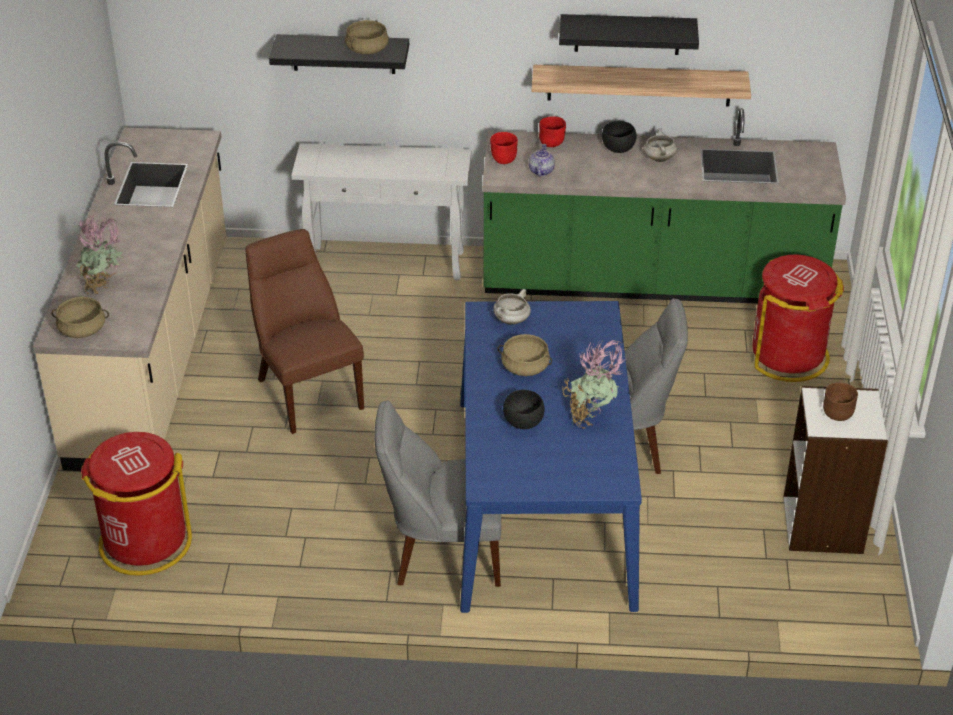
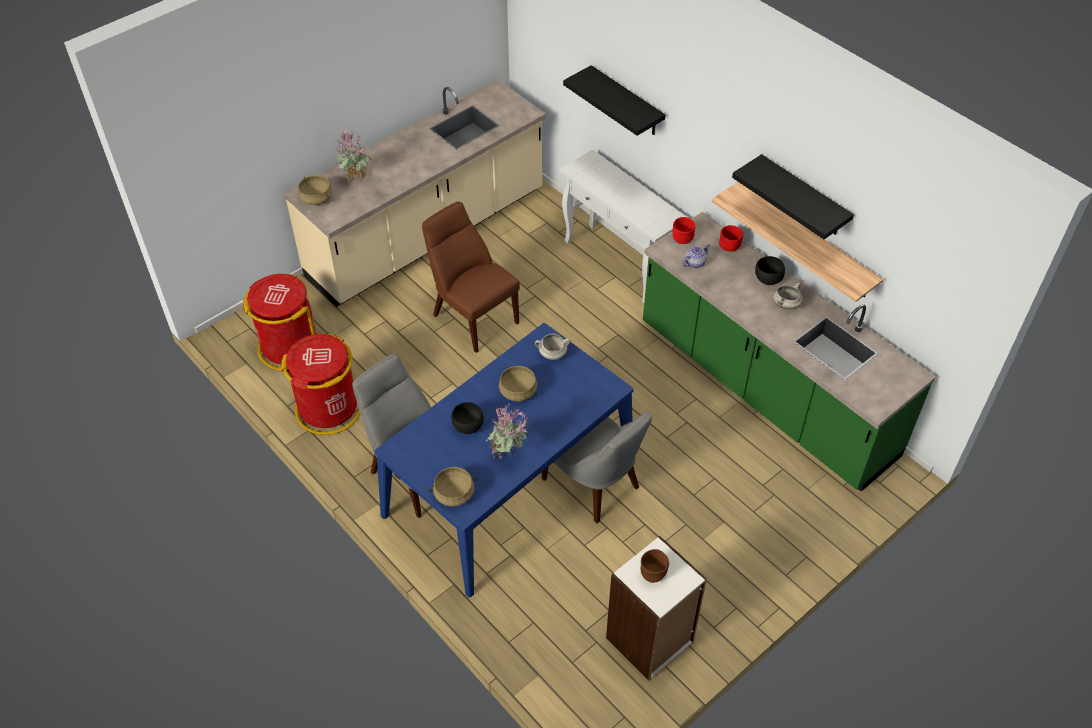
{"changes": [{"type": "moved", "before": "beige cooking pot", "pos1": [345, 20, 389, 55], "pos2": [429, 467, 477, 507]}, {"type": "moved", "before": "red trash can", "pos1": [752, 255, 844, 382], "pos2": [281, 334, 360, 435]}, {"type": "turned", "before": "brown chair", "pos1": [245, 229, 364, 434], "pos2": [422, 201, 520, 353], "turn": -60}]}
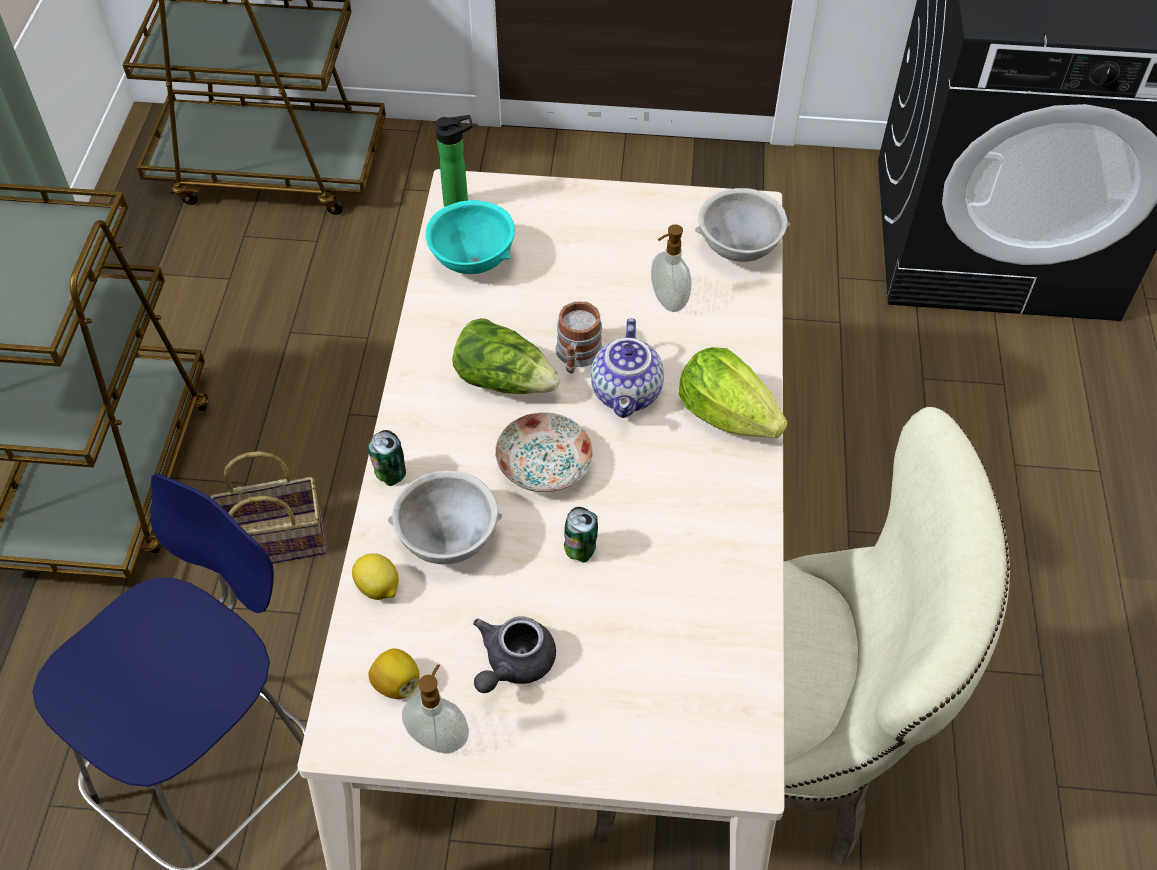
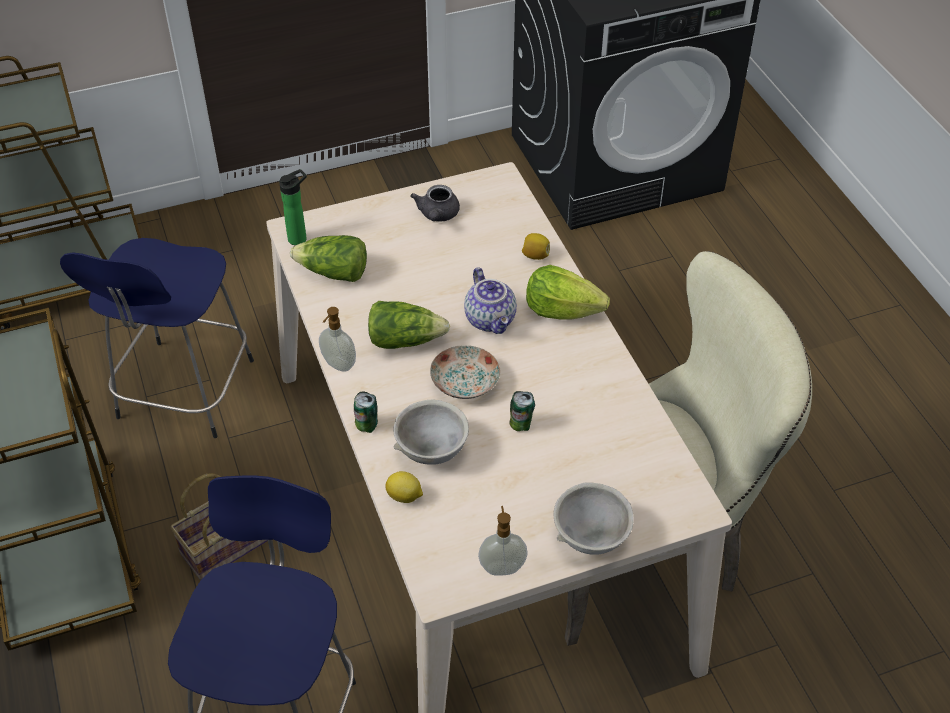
{"changes": [{"type": "removed", "before": "mug", "pos1": [556, 301, 603, 374]}, {"type": "added", "after": "blue stool", "pos2": [60, 238, 254, 438]}, {"type": "moved", "before": "lemon", "pos1": [368, 648, 420, 699], "pos2": [522, 233, 550, 260]}, {"type": "moved", "before": "grey teapot", "pos1": [473, 617, 556, 693], "pos2": [410, 185, 460, 221]}, {"type": "moved", "before": "soap dispenser", "pos1": [651, 224, 692, 312], "pos2": [319, 307, 356, 372]}, {"type": "moved", "before": "grey bowl", "pos1": [695, 188, 790, 262], "pos2": [553, 482, 634, 555]}, {"type": "replaced", "before": "turquoise bowl", "after": "lettuce", "pos1": [426, 200, 515, 274], "pos2": [290, 235, 367, 282]}]}
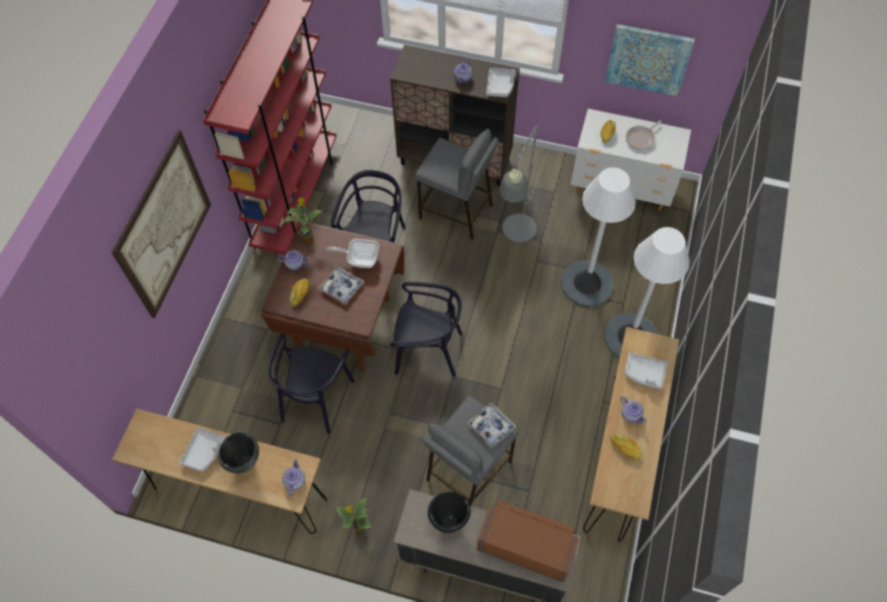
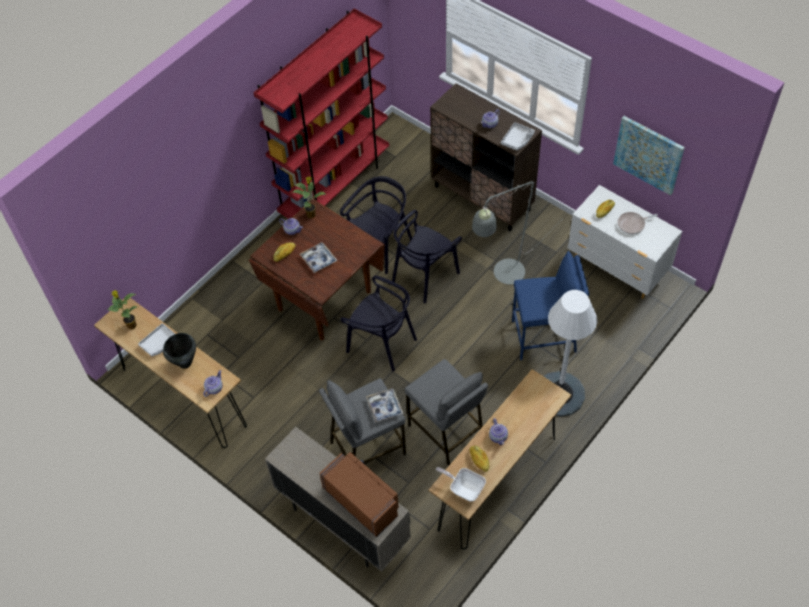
{"changes": [{"type": "removed", "before": "picture", "pos1": [111, 130, 211, 318]}, {"type": "removed", "before": "black cooking pot", "pos1": [428, 491, 471, 533]}, {"type": "removed", "before": "grey tray", "pos1": [624, 352, 667, 389]}, {"type": "moved", "before": "black chair", "pos1": [267, 334, 355, 434], "pos2": [392, 210, 462, 304]}, {"type": "moved", "before": "frying pan", "pos1": [326, 239, 379, 268], "pos2": [436, 467, 486, 502]}, {"type": "moved", "before": "potted plant", "pos1": [336, 499, 372, 532], "pos2": [107, 290, 137, 329]}, {"type": "moved", "before": "grey stool", "pos1": [415, 128, 499, 240], "pos2": [405, 359, 488, 466]}, {"type": "replaced", "before": "white floor lamp", "after": "blue stool", "pos1": [561, 167, 636, 307], "pos2": [512, 251, 589, 360]}]}
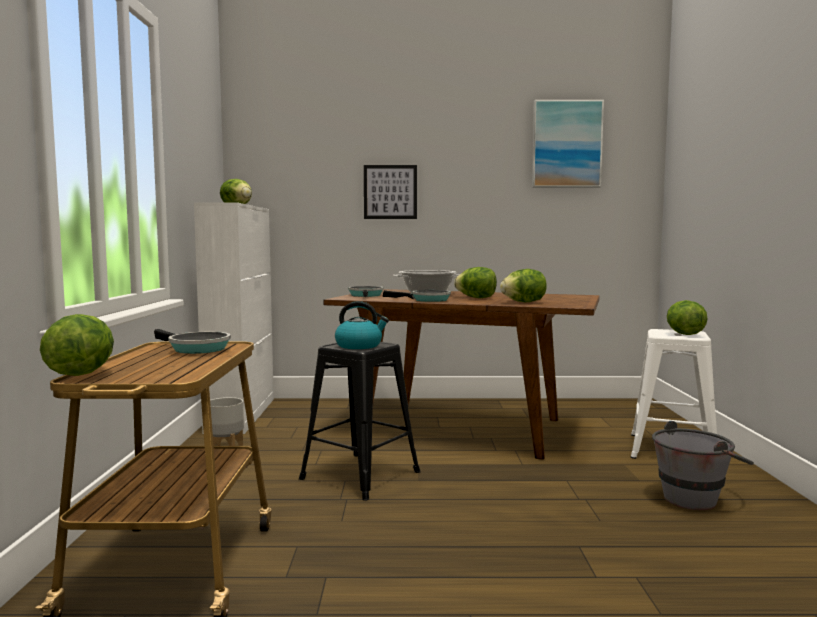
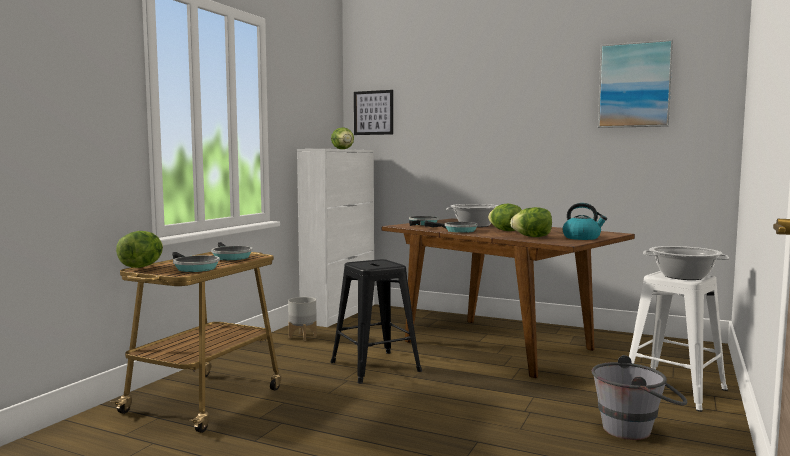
{"changes": [{"type": "added", "after": "frying pan", "pos2": [172, 252, 220, 272]}, {"type": "moved", "before": "kettle", "pos1": [335, 301, 389, 349], "pos2": [562, 203, 607, 240]}, {"type": "moved", "before": "picture", "pos1": [364, 165, 417, 219], "pos2": [354, 90, 393, 135]}, {"type": "replaced", "before": "lettuce", "after": "cooking pot", "pos1": [667, 300, 708, 335], "pos2": [643, 246, 729, 280]}]}
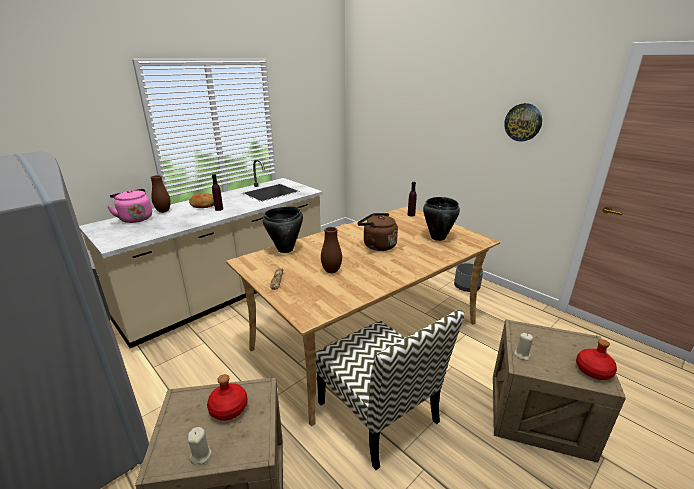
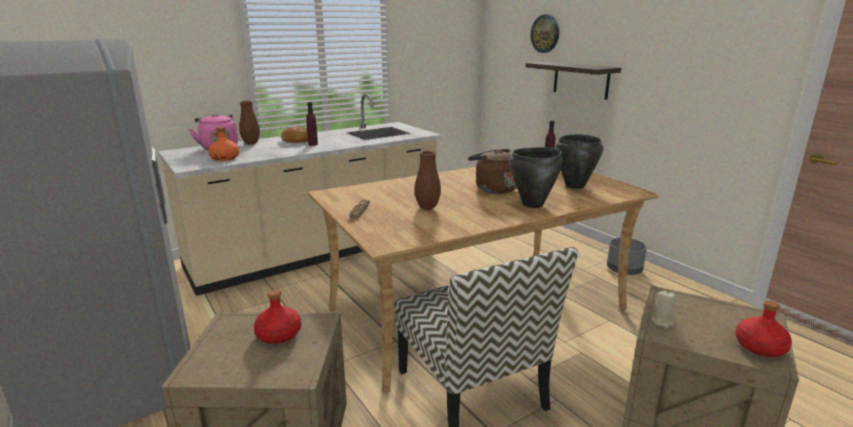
{"changes": [{"type": "removed", "before": "beige candle", "pos1": [188, 427, 212, 464]}, {"type": "added", "after": "orange bottle", "pos2": [208, 127, 239, 161]}, {"type": "added", "after": "shelf", "pos2": [526, 62, 622, 100]}, {"type": "moved", "before": "black cooking pot", "pos1": [263, 207, 303, 253], "pos2": [509, 147, 564, 208]}, {"type": "moved", "before": "wall clock", "pos1": [504, 103, 542, 142], "pos2": [531, 15, 559, 53]}]}
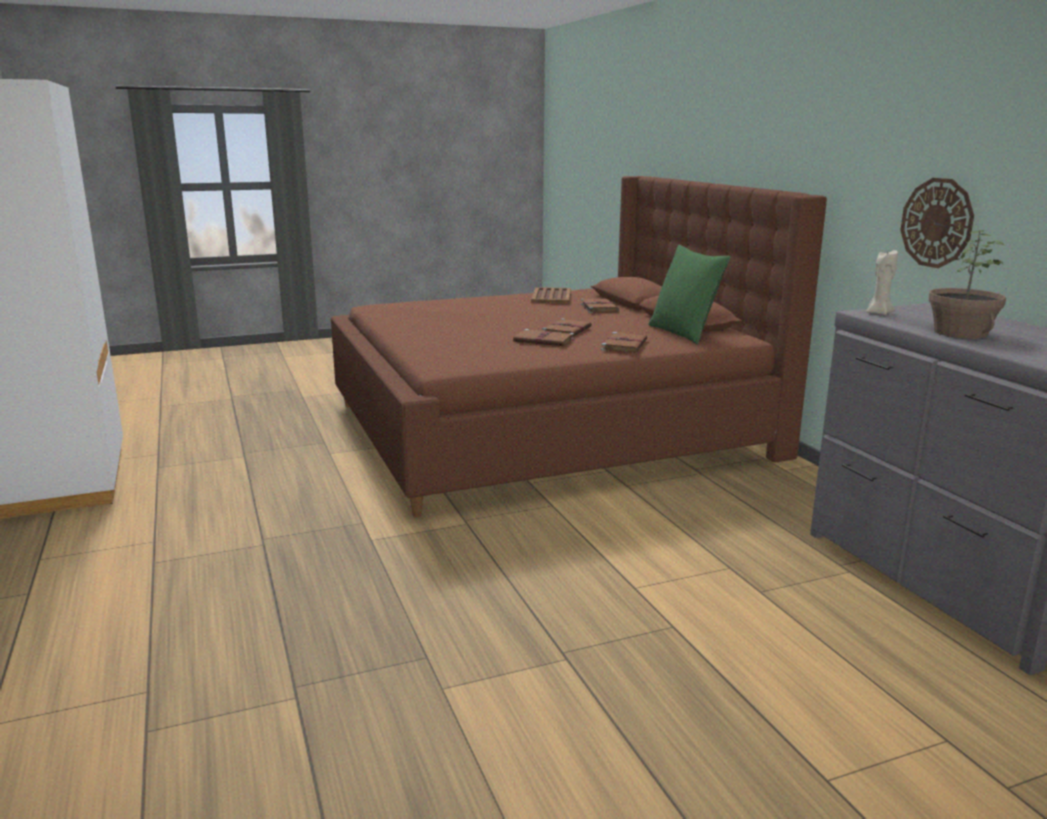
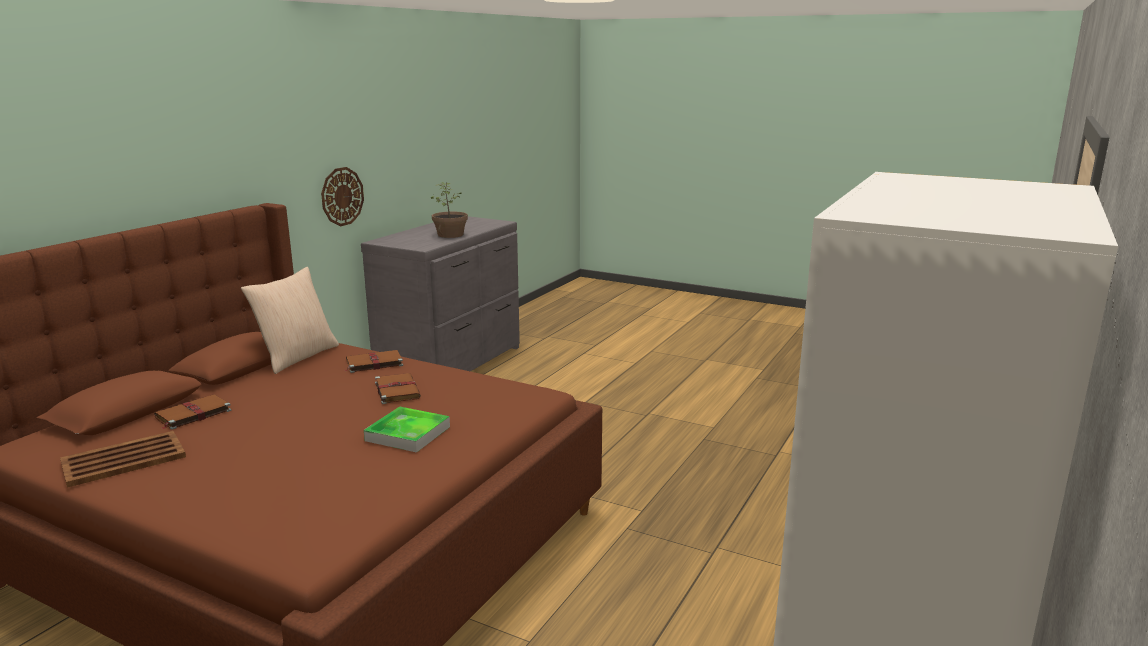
{"changes": [{"type": "removed", "before": "brown book", "pos1": [542, 318, 592, 337]}, {"type": "removed", "before": "beige candle", "pos1": [866, 250, 898, 315]}, {"type": "added", "after": "tray", "pos2": [364, 407, 450, 453]}, {"type": "recoloured", "before": "green pillow", "after": "beige pillow", "pos1": [649, 245, 731, 344], "pos2": [241, 267, 339, 374]}]}
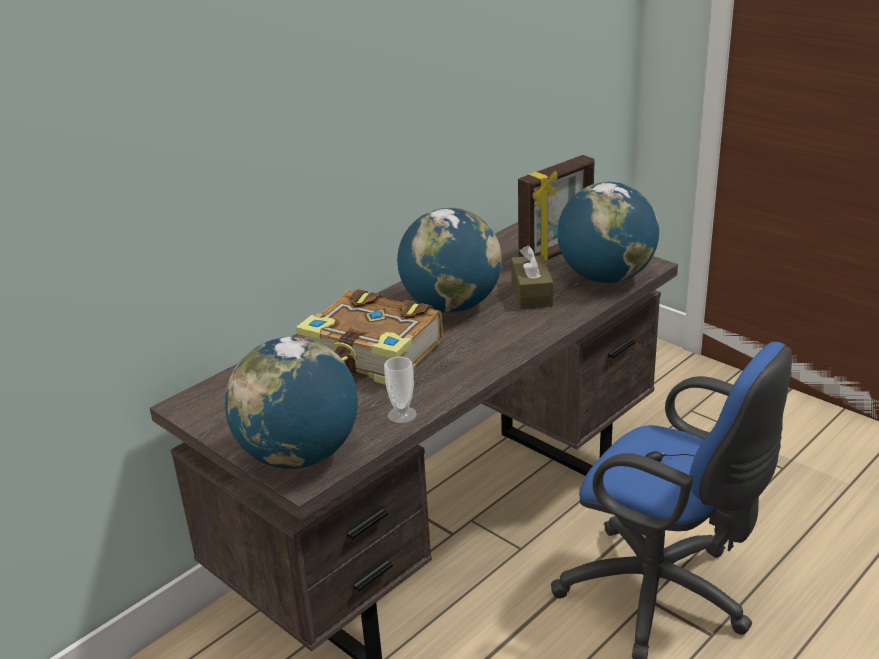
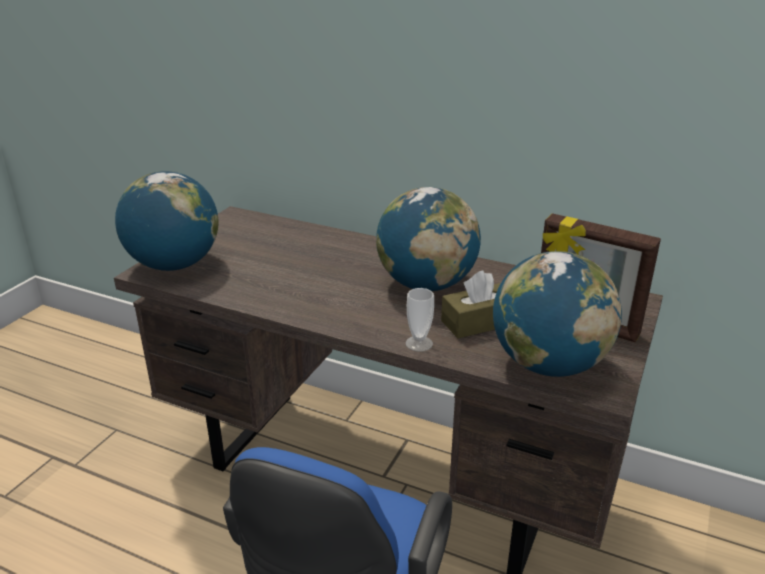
{"changes": [{"type": "removed", "before": "book", "pos1": [296, 289, 443, 385]}, {"type": "moved", "before": "cup", "pos1": [384, 357, 417, 423], "pos2": [405, 288, 434, 352]}]}
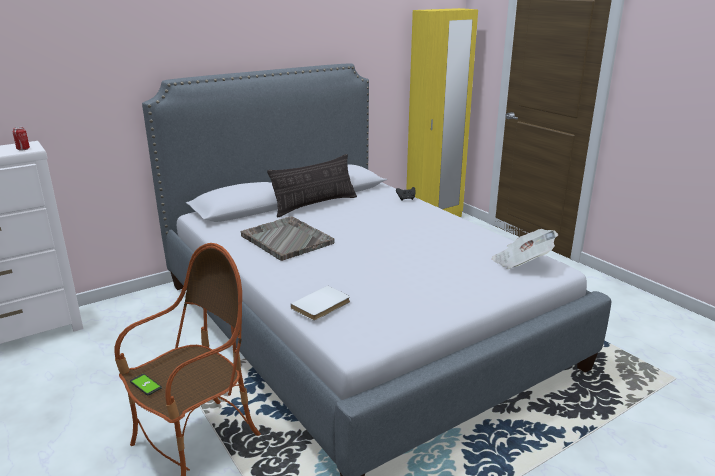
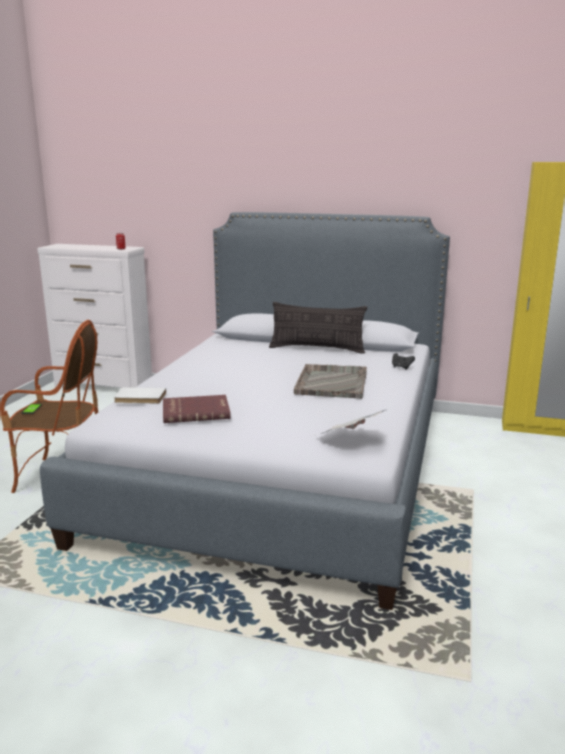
{"changes": [{"type": "added", "after": "red book", "pos2": [163, 395, 231, 423]}, {"type": "moved", "before": "grey tray", "pos1": [241, 216, 335, 261], "pos2": [294, 364, 367, 399]}]}
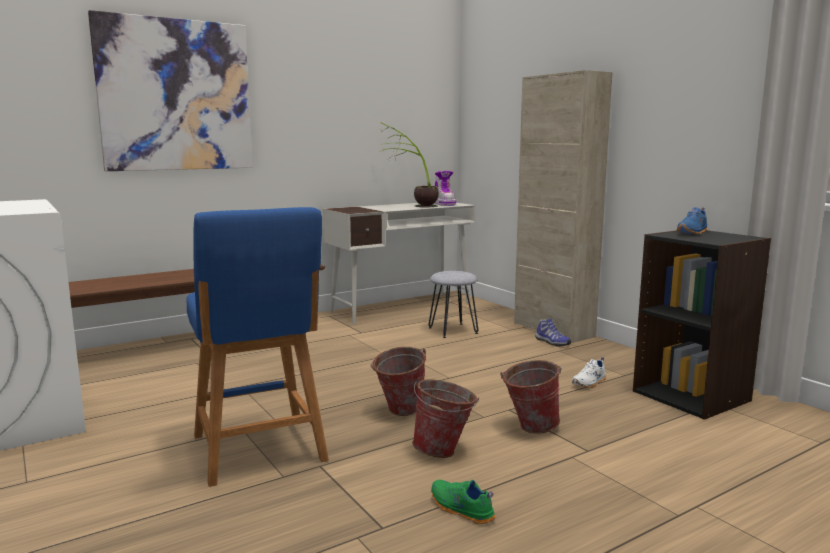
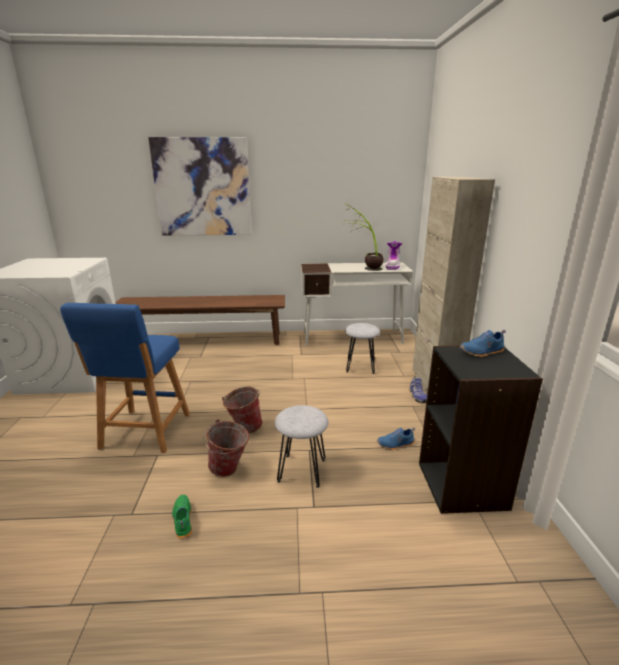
{"changes": [{"type": "replaced", "before": "bucket", "after": "grey stool", "pos1": [500, 360, 562, 434], "pos2": [275, 405, 329, 488]}, {"type": "recoloured", "before": "white shoe", "after": "blue shoe", "pos1": [572, 357, 606, 388], "pos2": [377, 427, 415, 450]}]}
